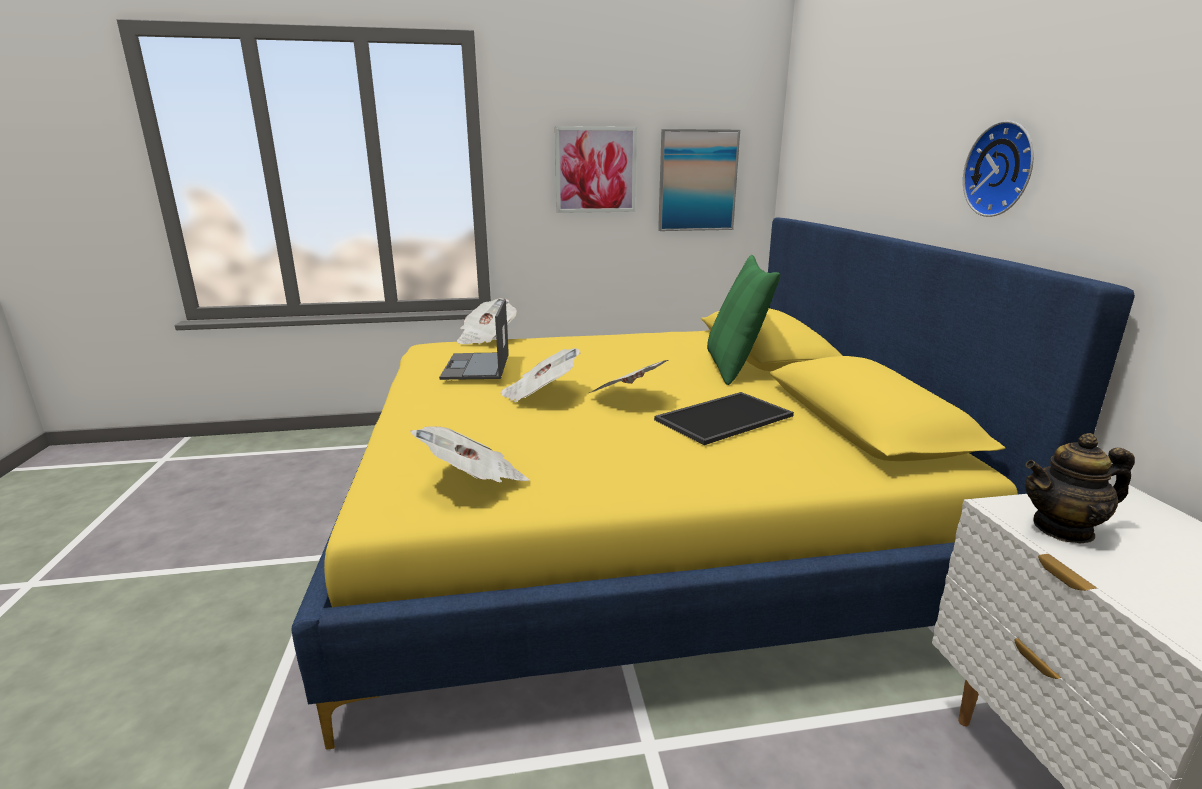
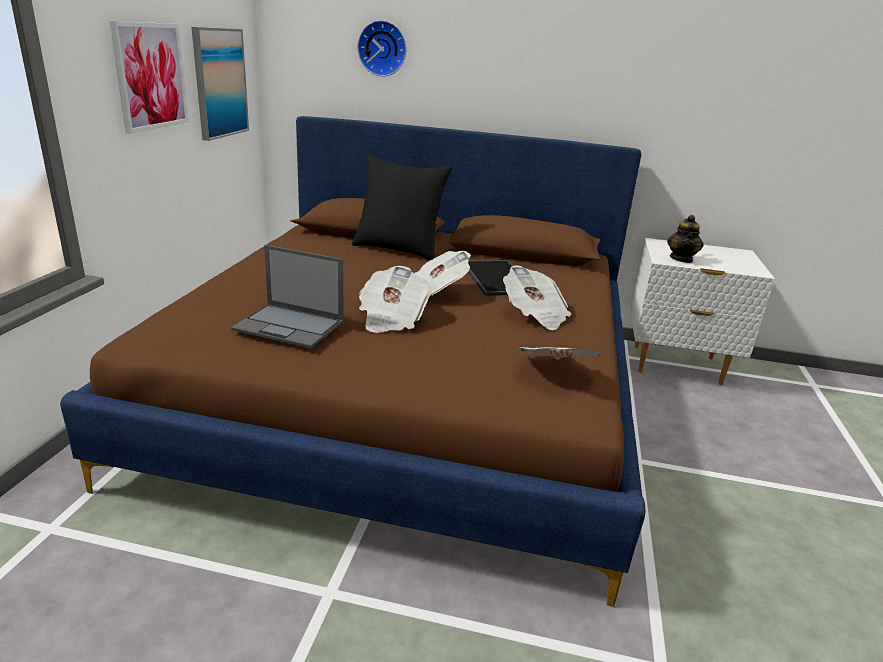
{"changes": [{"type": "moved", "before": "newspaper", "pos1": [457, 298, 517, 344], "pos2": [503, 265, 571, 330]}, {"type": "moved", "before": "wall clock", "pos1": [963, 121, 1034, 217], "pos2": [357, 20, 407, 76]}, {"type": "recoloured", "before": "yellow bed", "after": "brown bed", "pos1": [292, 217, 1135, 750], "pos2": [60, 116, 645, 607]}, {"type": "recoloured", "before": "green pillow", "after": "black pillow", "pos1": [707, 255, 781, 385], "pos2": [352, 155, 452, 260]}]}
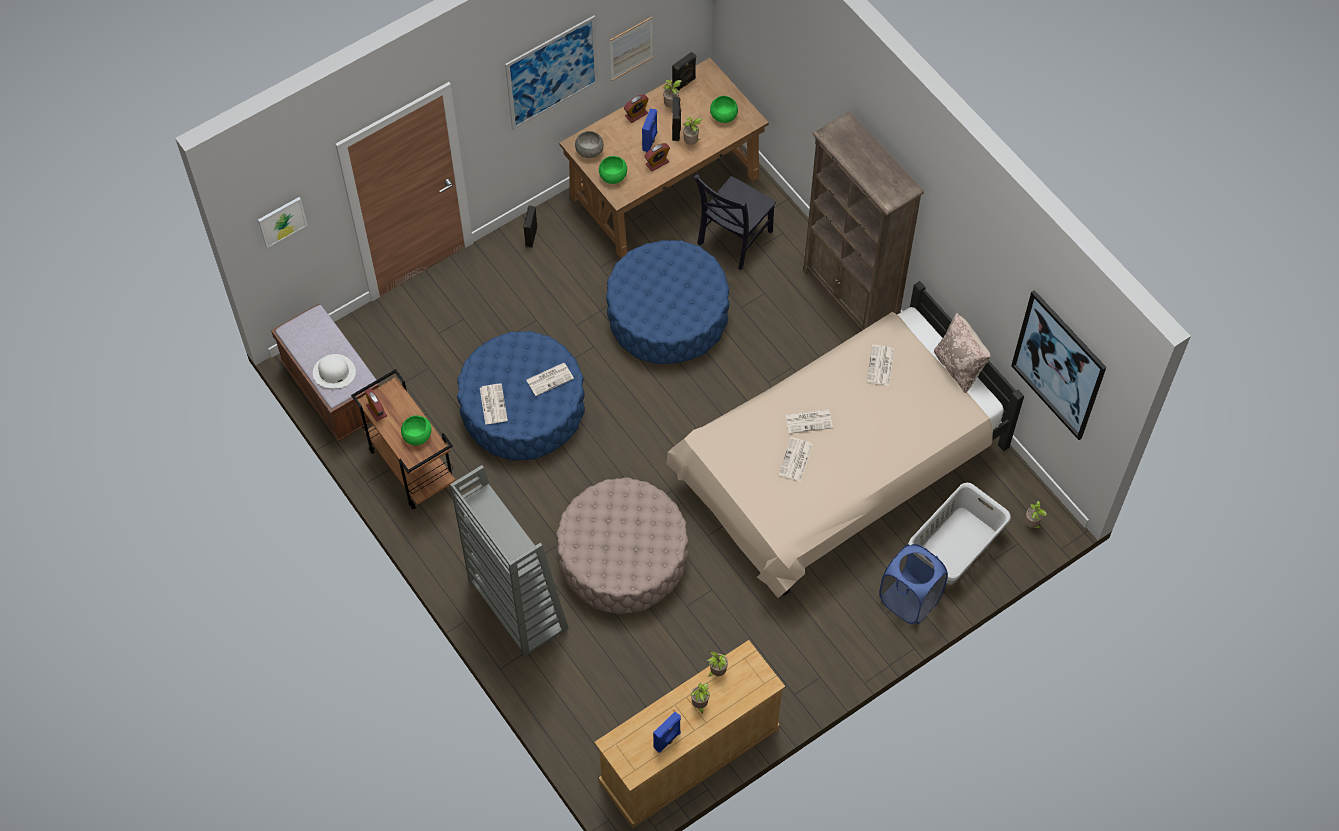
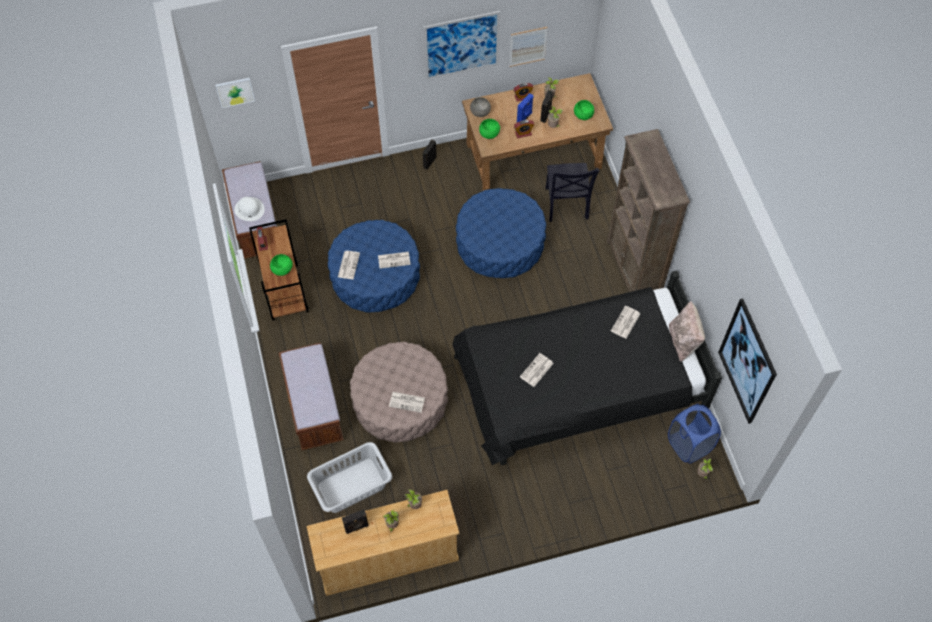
{"changes": [{"type": "removed", "before": "blue speaker", "pos1": [653, 712, 681, 753]}, {"type": "moved", "before": "black speaker", "pos1": [672, 52, 696, 90], "pos2": [342, 510, 369, 534]}, {"type": "moved", "before": "newspaper", "pos1": [785, 409, 833, 434], "pos2": [389, 392, 425, 413]}, {"type": "moved", "before": "blue laundry basket", "pos1": [879, 544, 948, 624], "pos2": [668, 404, 721, 464]}, {"type": "moved", "before": "grey laundry basket", "pos1": [908, 483, 1011, 584], "pos2": [307, 442, 392, 513]}, {"type": "replaced", "before": "grey bookcase", "after": "brown bench", "pos1": [450, 465, 568, 657], "pos2": [279, 343, 344, 450]}, {"type": "recoloured", "before": "beige bed", "after": "black bed", "pos1": [666, 281, 1024, 598], "pos2": [452, 271, 722, 466]}, {"type": "turned", "before": "black chair", "pos1": [694, 174, 776, 270], "pos2": [545, 163, 599, 222], "turn": -60}]}
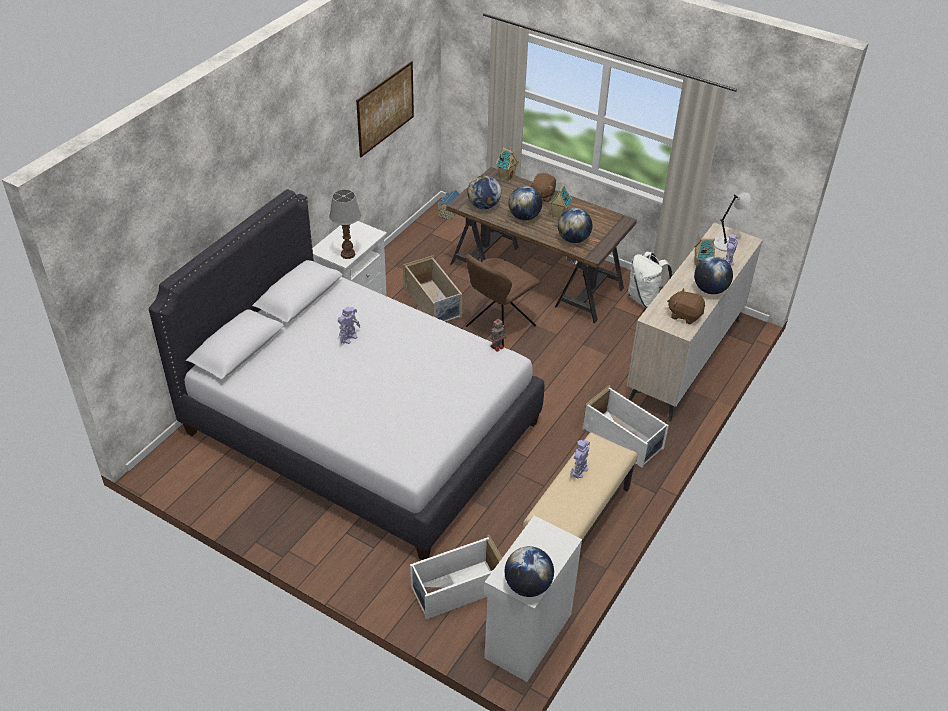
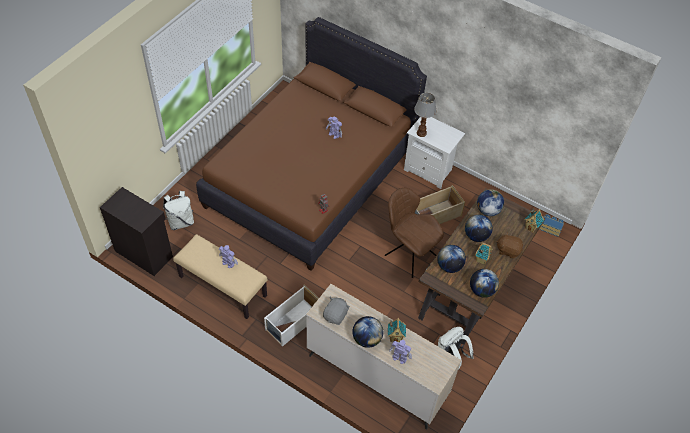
{"changes": [{"type": "removed", "before": "picture", "pos1": [356, 61, 414, 157]}, {"type": "removed", "before": "grey table lamp", "pos1": [714, 192, 751, 252]}, {"type": "moved", "before": "globe", "pos1": [504, 546, 554, 597], "pos2": [470, 269, 499, 298]}, {"type": "replaced", "before": "white storage box", "after": "white backpack", "pos1": [410, 535, 502, 619], "pos2": [163, 191, 194, 230]}, {"type": "recoloured", "before": "white bed", "after": "brown bed", "pos1": [148, 189, 545, 560], "pos2": [196, 17, 427, 271]}, {"type": "recoloured", "before": "white cabinet", "after": "black cabinet", "pos1": [484, 516, 582, 682], "pos2": [100, 187, 173, 276]}, {"type": "recoloured", "before": "brown plush toy", "after": "grey plush toy", "pos1": [667, 288, 705, 324], "pos2": [323, 297, 350, 325]}]}
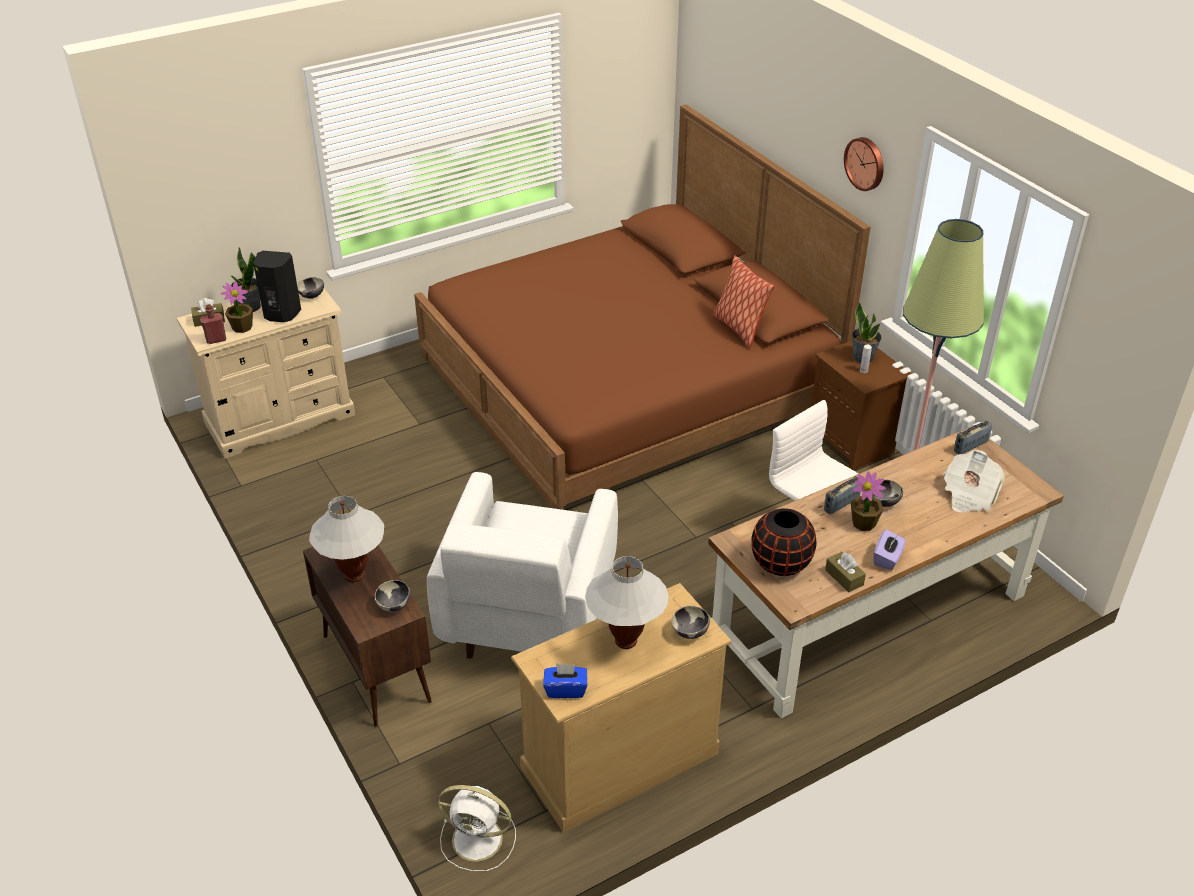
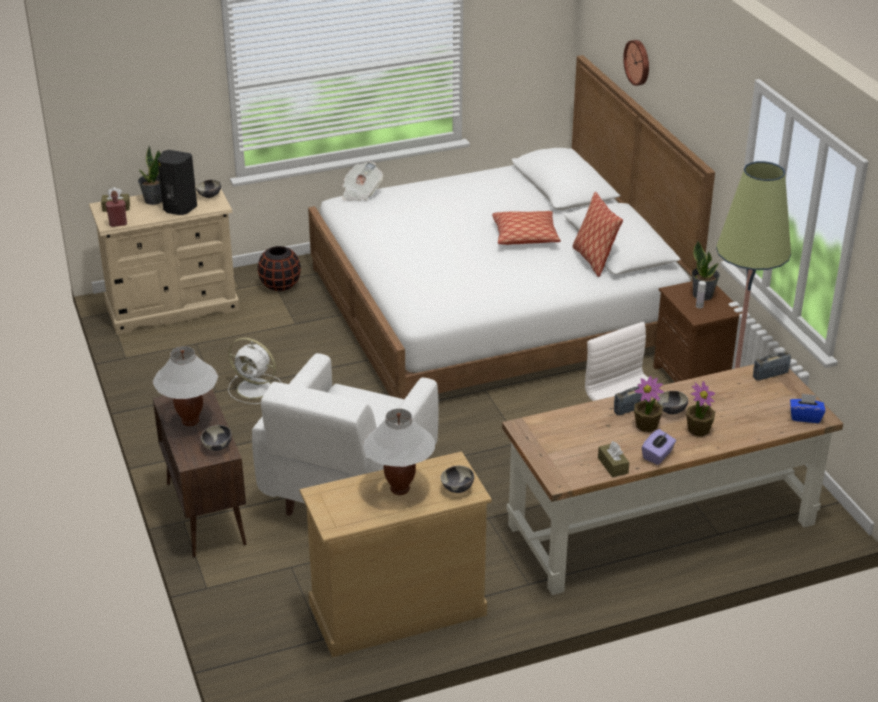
{"changes": [{"type": "added", "after": "pillow", "pos2": [492, 211, 561, 245]}, {"type": "moved", "before": "potted plant", "pos1": [221, 281, 253, 333], "pos2": [686, 381, 715, 437]}, {"type": "moved", "before": "white fan", "pos1": [438, 785, 516, 872], "pos2": [228, 338, 282, 404]}, {"type": "moved", "before": "blue tissue box", "pos1": [543, 663, 587, 698], "pos2": [790, 393, 826, 423]}, {"type": "moved", "before": "black vase", "pos1": [751, 508, 816, 576], "pos2": [258, 246, 301, 291]}, {"type": "moved", "before": "wall clock", "pos1": [844, 137, 884, 191], "pos2": [623, 40, 649, 86]}, {"type": "moved", "before": "newspaper", "pos1": [944, 450, 1005, 512], "pos2": [342, 161, 383, 201]}, {"type": "recoloured", "before": "brown bed", "after": "white bed", "pos1": [414, 104, 870, 510], "pos2": [308, 55, 715, 399]}]}
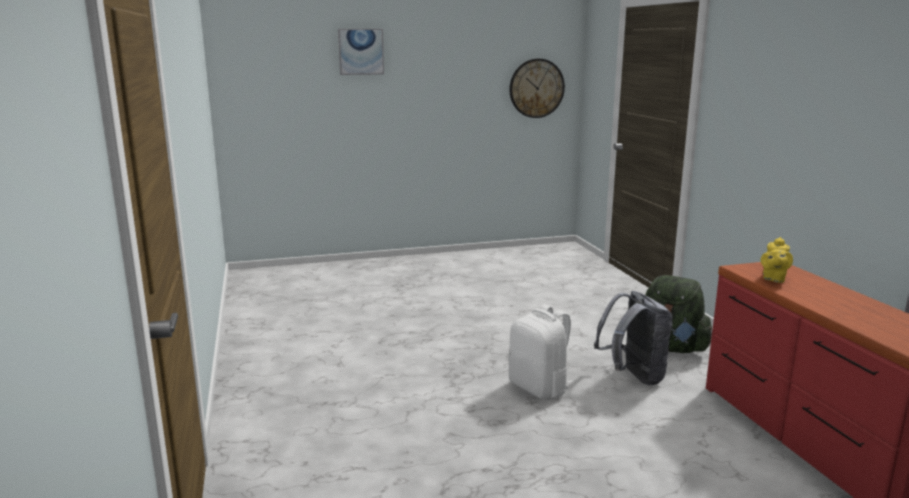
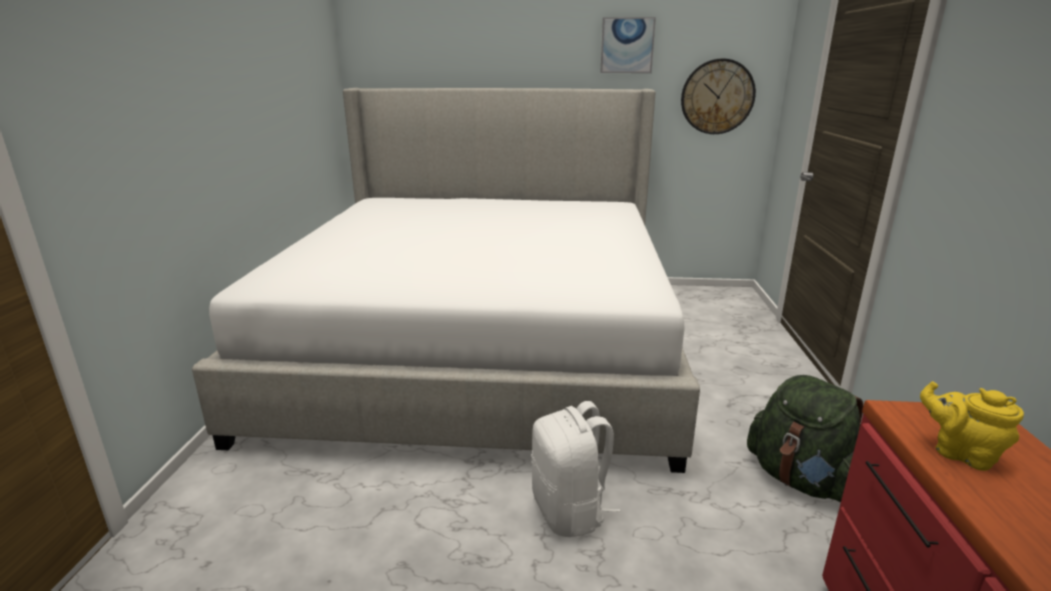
{"changes": [{"type": "removed", "before": "grey backpack", "pos1": [594, 291, 673, 385]}, {"type": "added", "after": "bed", "pos2": [192, 88, 700, 473]}, {"type": "moved", "before": "picture", "pos1": [338, 29, 384, 75], "pos2": [600, 17, 656, 73]}, {"type": "turned", "before": "yellow teapot", "pos1": [761, 237, 793, 283], "pos2": [920, 381, 1024, 471], "turn": 90}]}
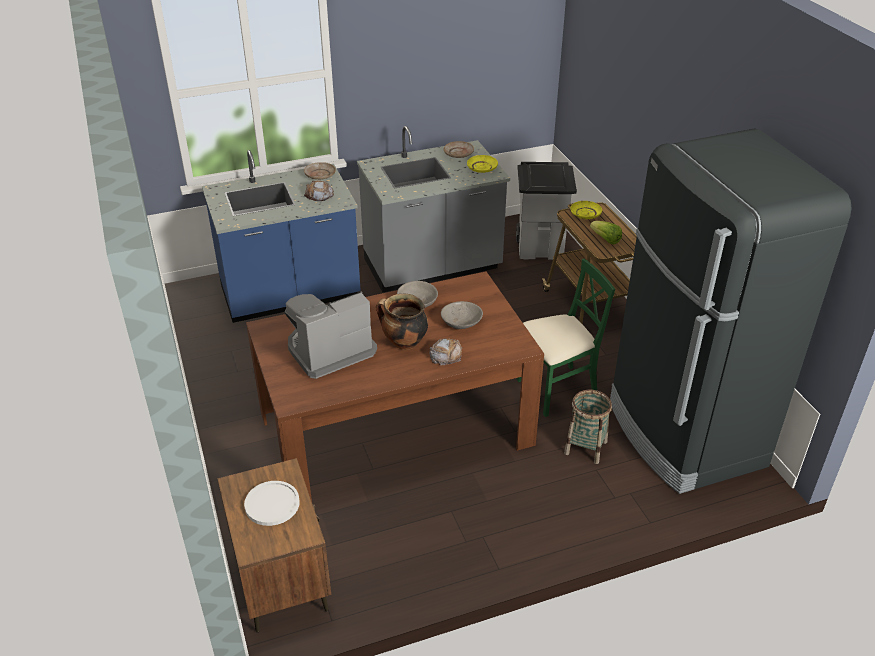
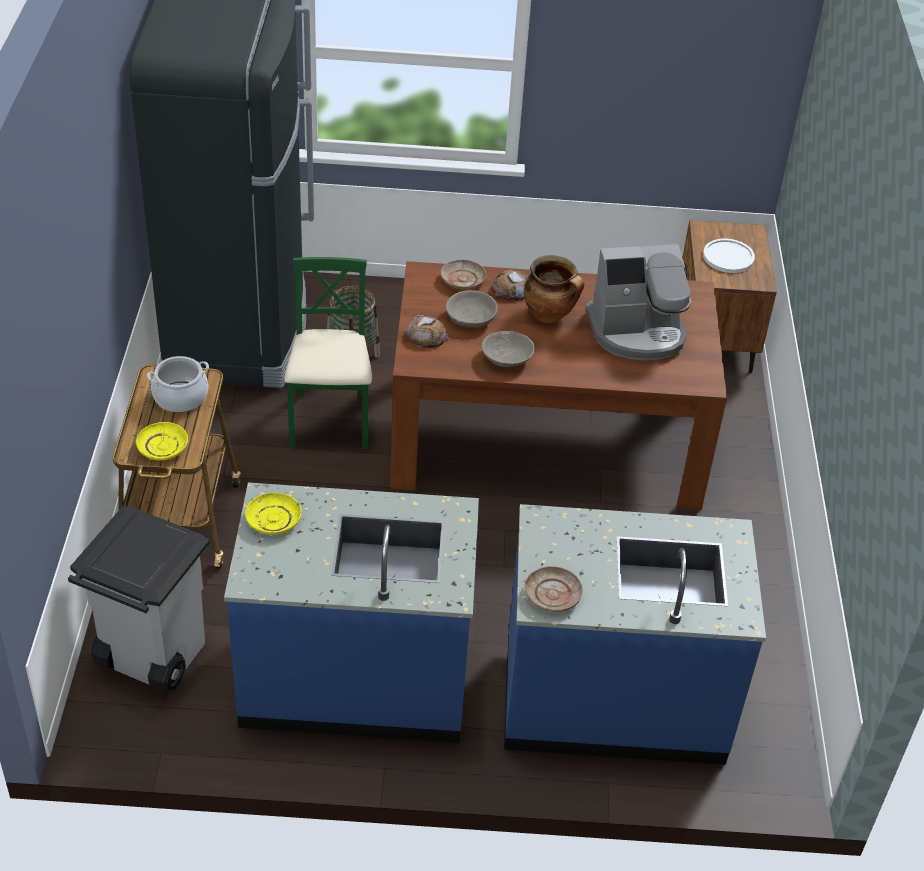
{"changes": [{"type": "moved", "before": "bread", "pos1": [304, 181, 334, 201], "pos2": [405, 314, 448, 348]}, {"type": "moved", "before": "beige plate", "pos1": [444, 141, 474, 158], "pos2": [441, 260, 486, 289]}, {"type": "replaced", "before": "lettuce", "after": "cooking pot", "pos1": [590, 221, 622, 245], "pos2": [147, 356, 209, 413]}, {"type": "recoloured", "before": "grey counter", "after": "blue counter", "pos1": [357, 126, 510, 292], "pos2": [224, 483, 479, 743]}, {"type": "turned", "before": "green chair", "pos1": [516, 259, 615, 417], "pos2": [285, 257, 372, 449], "turn": 90}]}
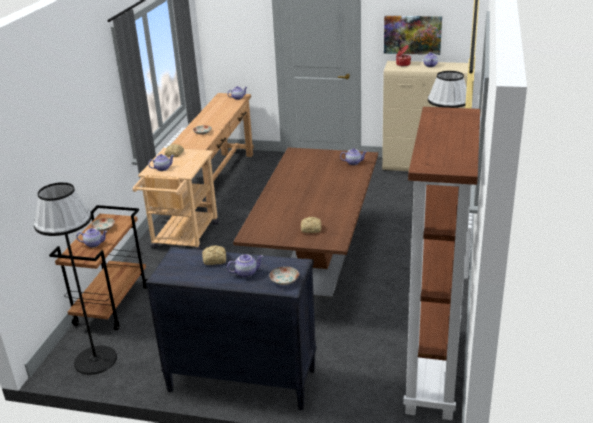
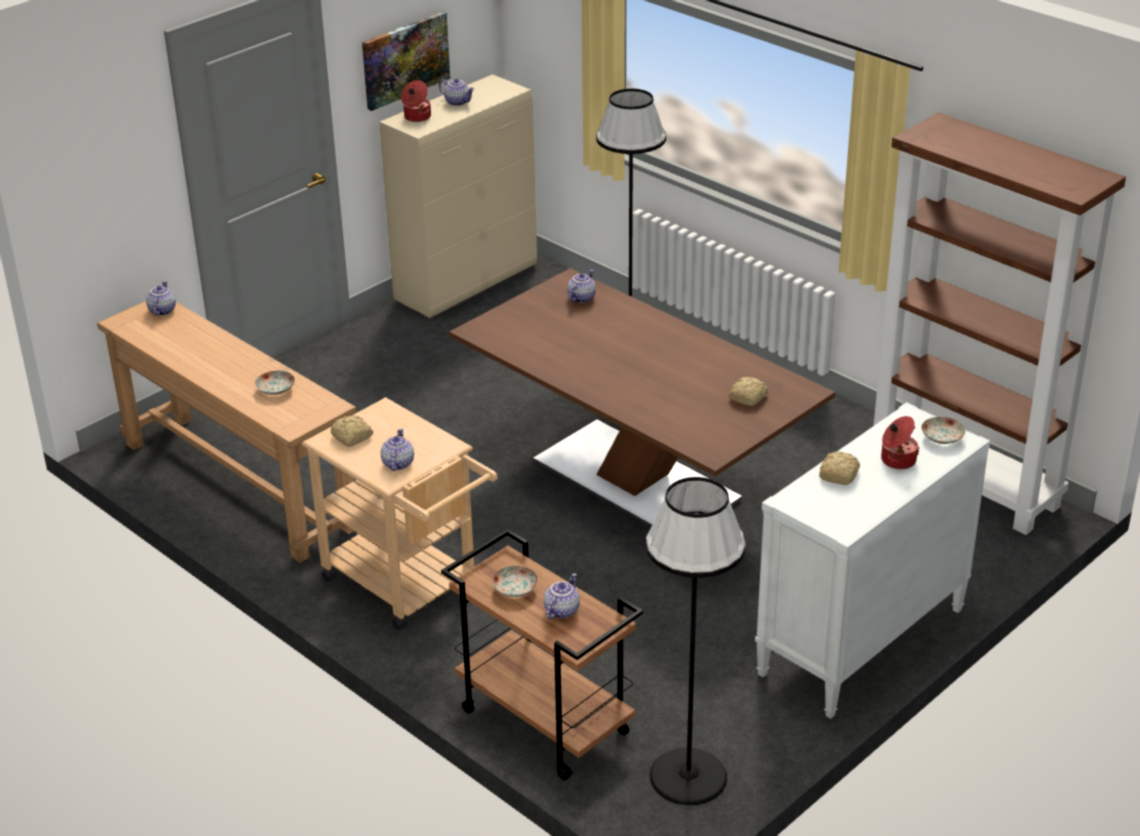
{"changes": [{"type": "replaced", "before": "teapot", "after": "cooking pot", "pos1": [227, 254, 263, 278], "pos2": [881, 416, 919, 469]}, {"type": "recoloured", "before": "black dresser", "after": "white dresser", "pos1": [145, 247, 317, 410], "pos2": [755, 402, 990, 719]}]}
